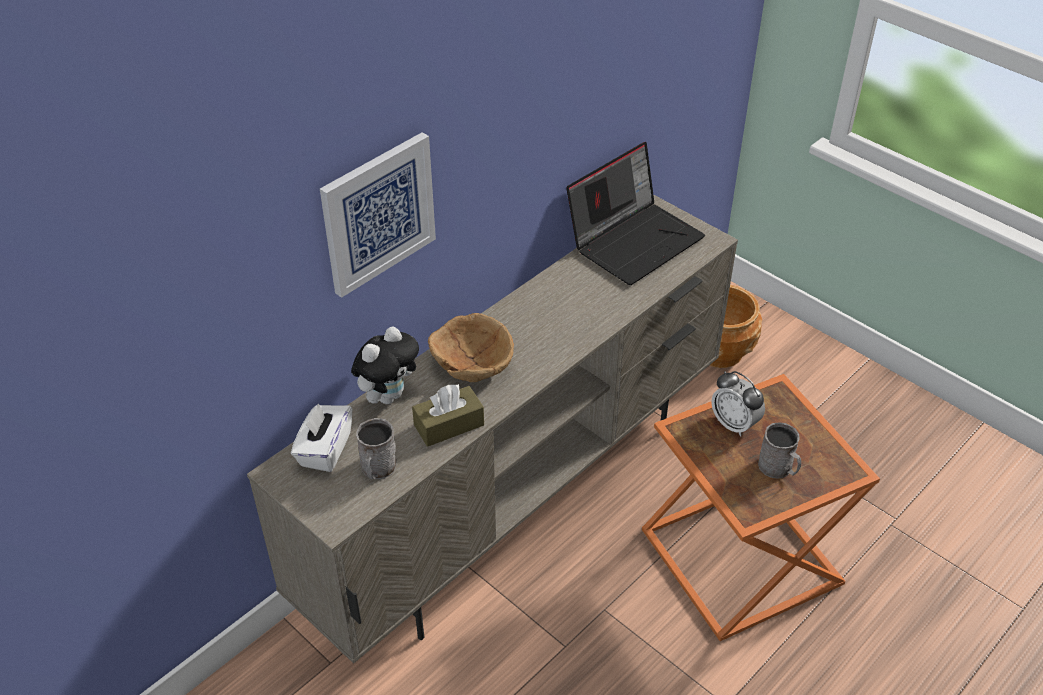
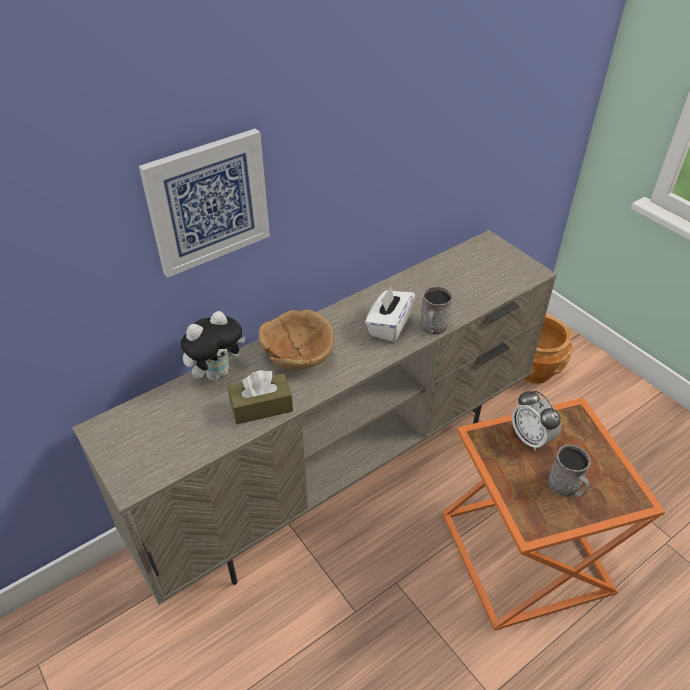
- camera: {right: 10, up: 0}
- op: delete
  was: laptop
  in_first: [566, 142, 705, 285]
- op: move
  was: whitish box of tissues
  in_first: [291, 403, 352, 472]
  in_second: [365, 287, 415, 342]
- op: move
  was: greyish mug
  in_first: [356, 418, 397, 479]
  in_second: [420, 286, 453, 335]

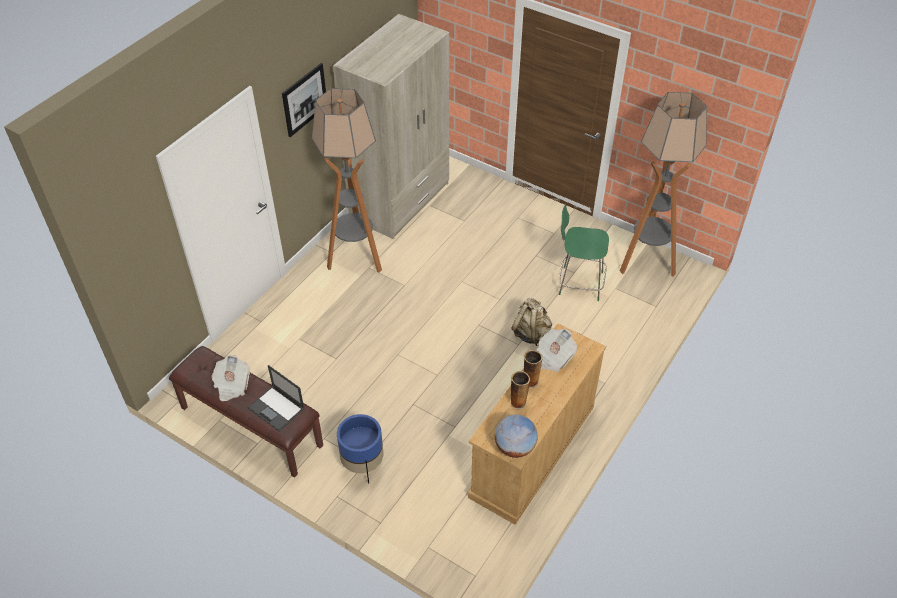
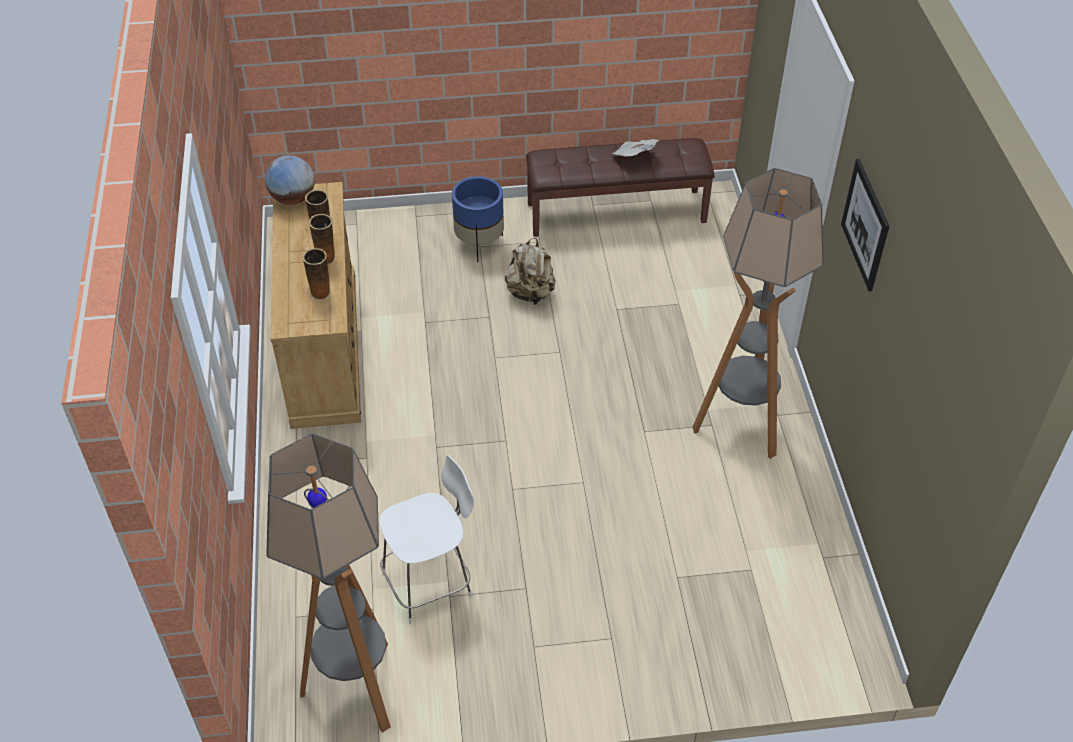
- camera: {right: 140, up: 0}
- op: delete
  was: beige-coloured wardrobe
  in_first: [333, 14, 449, 239]
- op: recolor
  was: greenish upright chair
  now: whitish upright chair
  in_first: [559, 203, 609, 301]
  in_second: [379, 455, 474, 624]
- op: move
  was: beige-coloured backpack
  in_first: [511, 298, 552, 346]
  in_second: [505, 238, 555, 305]
- op: replace
  was: printed paper
  now: vase
  in_first: [536, 329, 577, 372]
  in_second: [303, 248, 331, 300]
- op: delete
  was: laptop
  in_first: [248, 365, 305, 432]

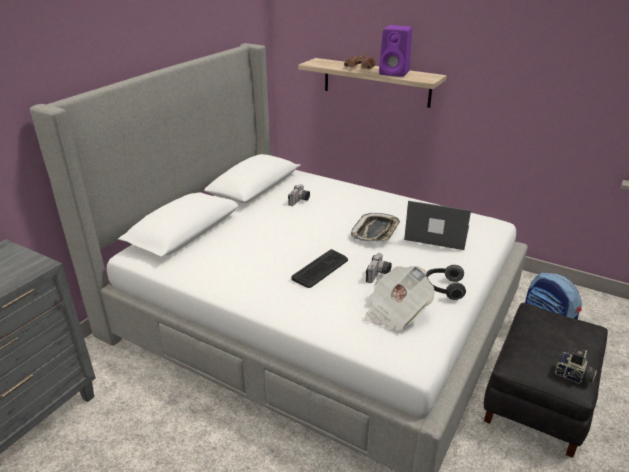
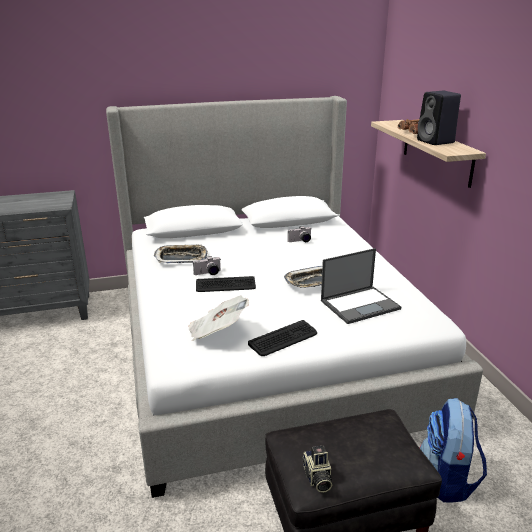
- camera: {right: 45, up: -5}
- op: recolor
  was: purple-coloured loudspeaker
  now: blackish loudspeaker
  in_first: [379, 25, 412, 77]
  in_second: [417, 91, 461, 145]
- op: rotate
  was: laptop
  in_first: [404, 201, 471, 250]
  in_second: [321, 248, 401, 324]
  clockwise: 90
- op: move
  was: photo camera
  in_first: [366, 253, 392, 283]
  in_second: [193, 256, 221, 275]
- op: replace
  was: pair of headphones
  now: keyboard
  in_first: [426, 265, 466, 300]
  in_second: [248, 320, 317, 356]
- op: insert
  now: serving tray
  in_second: [154, 244, 208, 263]

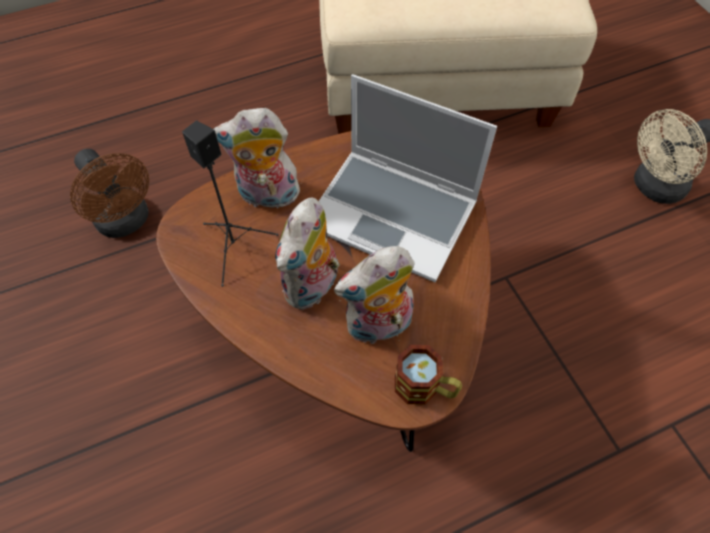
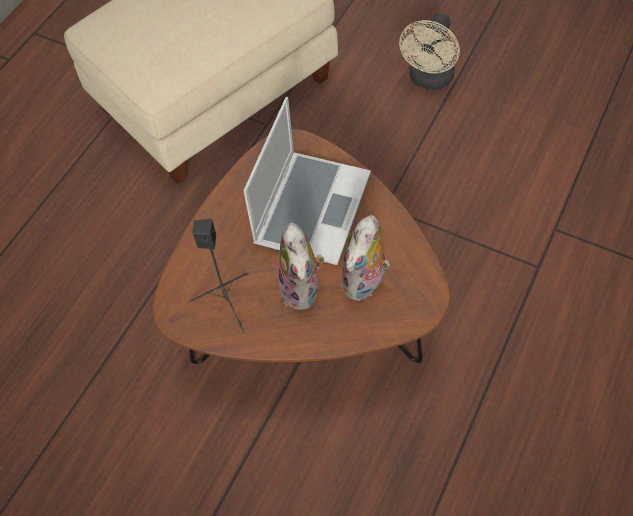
- camera: {right: -35, up: 0}
- op: rotate
  was: laptop
  in_first: [319, 74, 497, 282]
  in_second: [243, 97, 371, 265]
  clockwise: -60
- op: delete
  was: soft toy
  in_first: [214, 108, 300, 208]
- op: delete
  was: brown-coloured electric fan
  in_first: [70, 149, 149, 238]
- op: delete
  was: mug
  in_first: [395, 345, 462, 405]

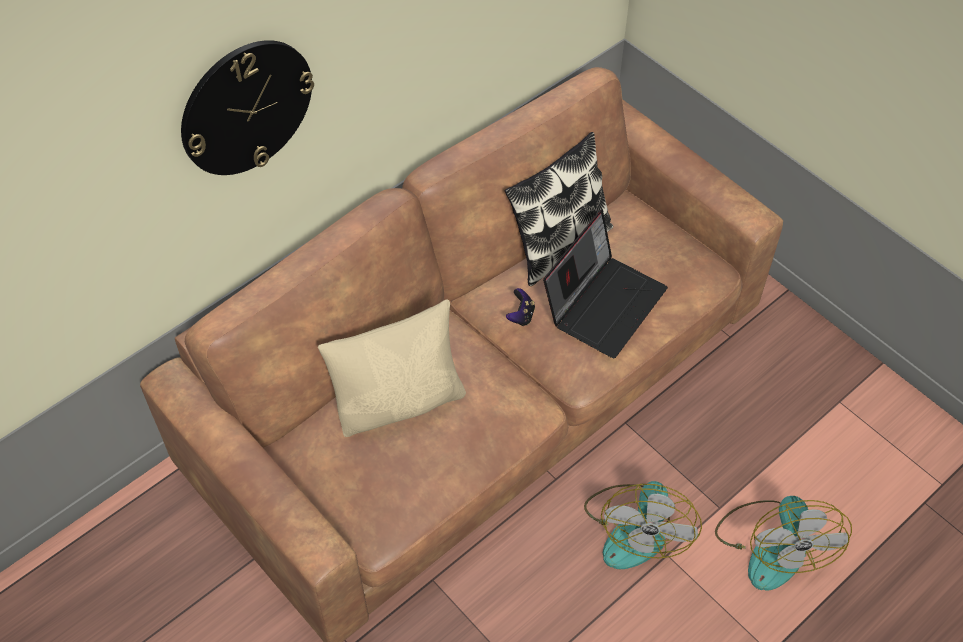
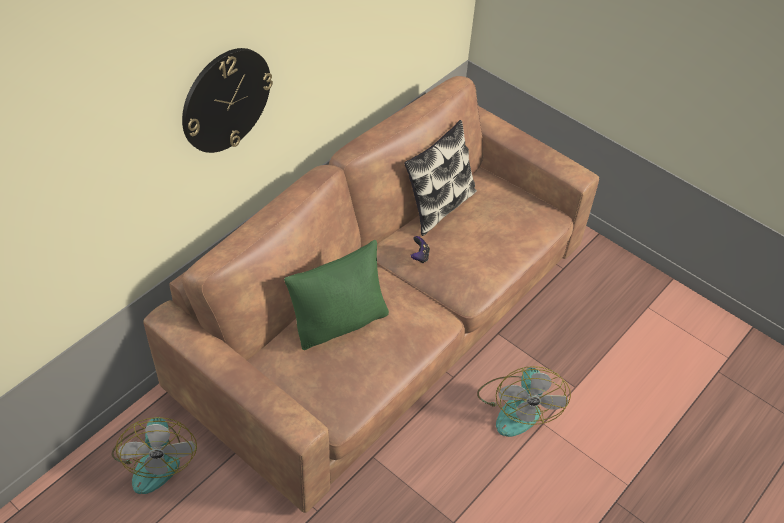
- camera: {right: -10, up: -5}
- op: delete
  was: laptop
  in_first: [543, 210, 668, 358]
- op: recolor
  was: beige-coloured cushion
  now: greenish cushion
  in_first: [318, 299, 466, 437]
  in_second: [284, 240, 389, 350]
- op: move
  was: electric fan
  in_first: [715, 496, 852, 591]
  in_second: [112, 417, 197, 494]

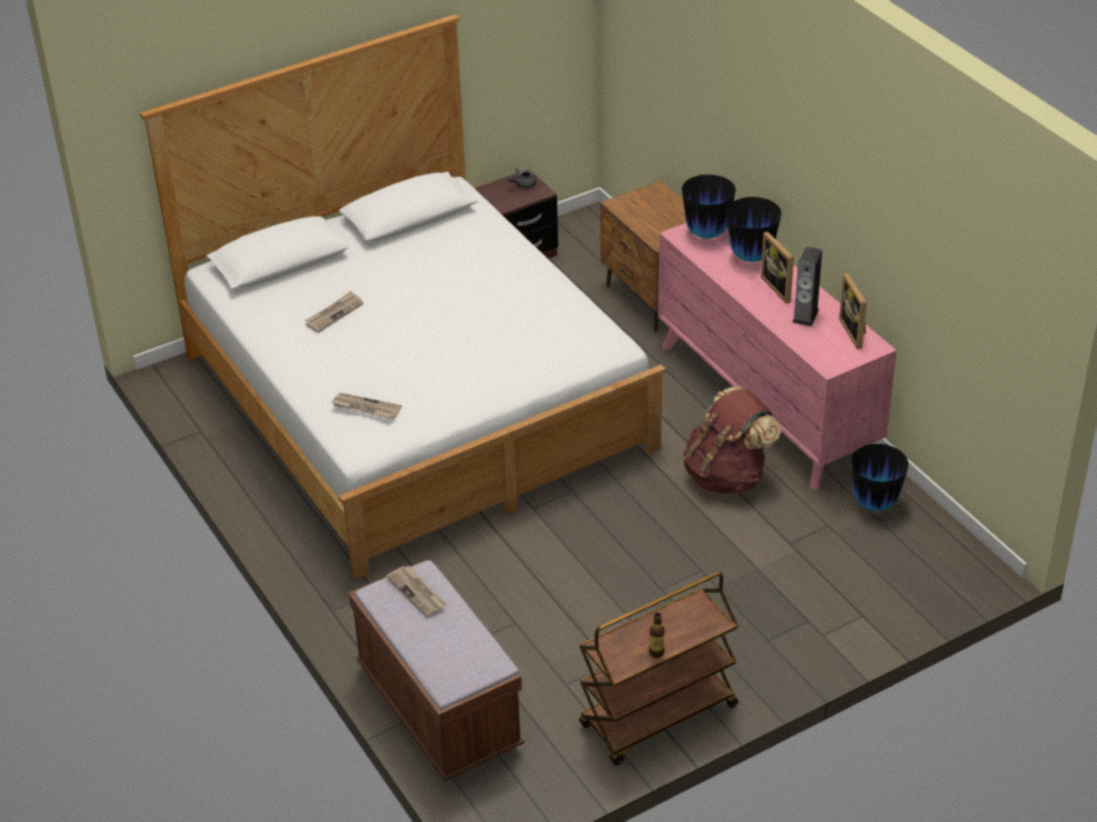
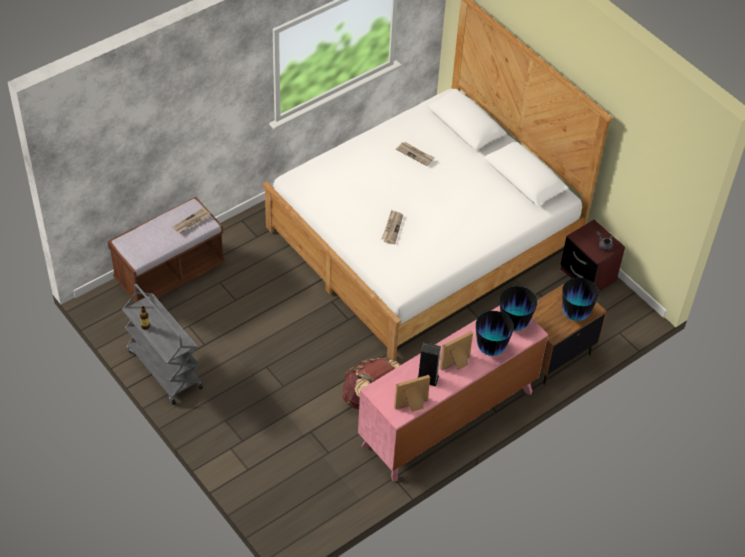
- camera: {right: 80, up: 10}
- op: move
  was: printed paper
  in_first: [331, 393, 402, 419]
  in_second: [382, 210, 403, 244]
- op: move
  was: vase
  in_first: [851, 444, 909, 511]
  in_second: [562, 278, 599, 321]
- op: recolor
  was: brown-coloured cart
  now: greyish cart
  in_first: [579, 572, 738, 765]
  in_second: [122, 284, 203, 405]

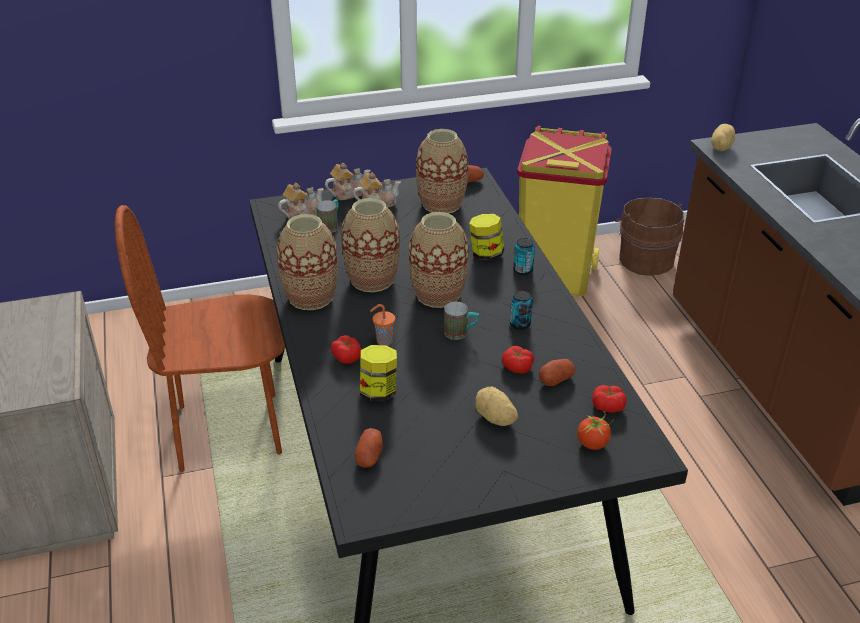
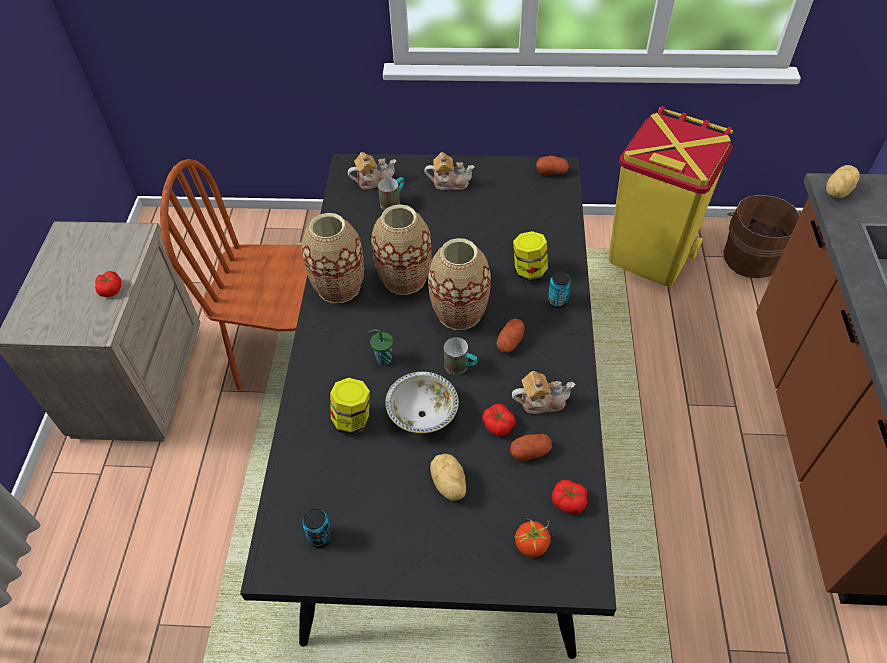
- camera: {right: 20, up: 15}
- op: delete
  was: vase
  in_first: [416, 129, 468, 214]
- op: move
  was: teapot
  in_first: [325, 163, 370, 200]
  in_second: [512, 371, 575, 414]
- op: move
  was: metal can
  in_first: [510, 290, 533, 330]
  in_second: [302, 509, 333, 548]
- op: recolor
  was: orangey drinking cup
  now: greenish drinking cup
  in_first: [370, 304, 395, 346]
  in_second: [369, 329, 393, 365]
- op: move
  was: whole tomato
  in_first: [331, 335, 362, 364]
  in_second: [95, 271, 121, 297]
- op: move
  was: potato
  in_first: [355, 428, 383, 468]
  in_second: [496, 318, 525, 353]
- op: insert
  now: deep dish
  in_second: [385, 372, 459, 433]

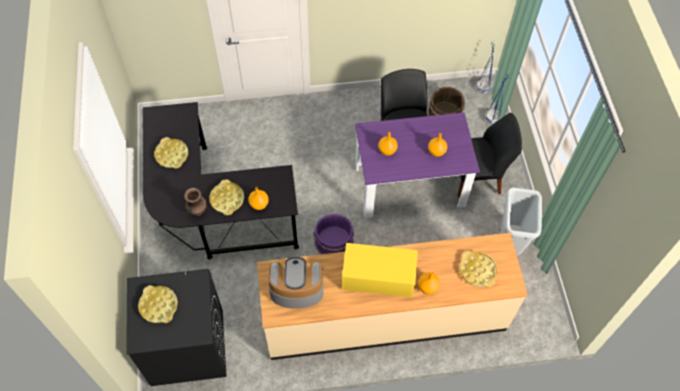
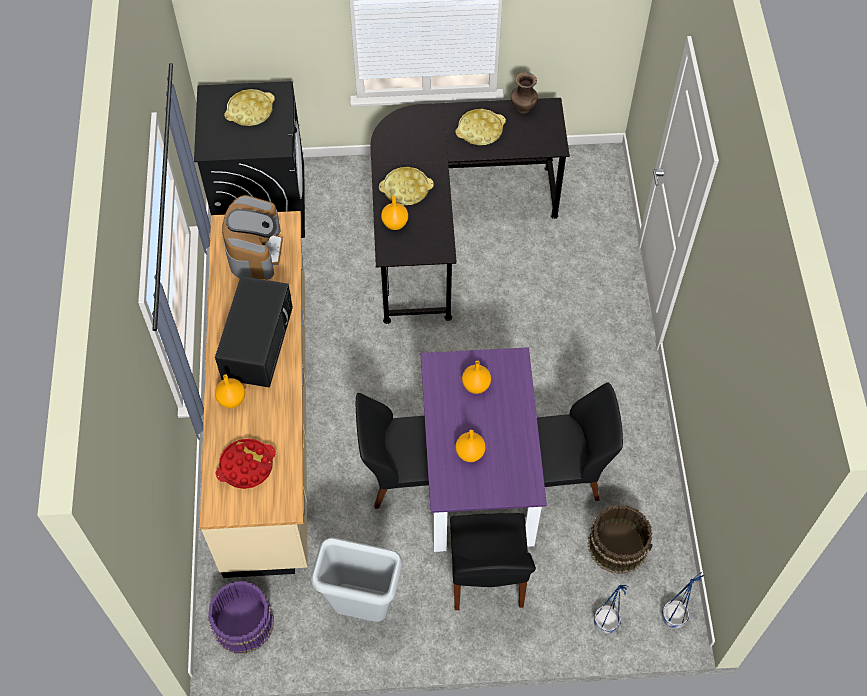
- camera: {right: 95, up: 0}
- op: move
  was: brown-coloured vase
  in_first: [184, 188, 207, 216]
  in_second: [511, 72, 538, 114]
- op: move
  was: purple-coloured pail
  in_first: [313, 214, 354, 254]
  in_second: [208, 581, 274, 654]
- op: recolor
  was: yellow-coloured kitchen microwave
  now: blackish kitchen microwave
  in_first: [342, 243, 418, 297]
  in_second: [215, 276, 293, 388]
- op: recolor
  was: yellow-coloured serving tray
  now: reddish serving tray
  in_first: [460, 251, 497, 287]
  in_second: [215, 439, 276, 489]
- op: insert
  now: blackish upright chair
  in_second: [356, 393, 429, 509]

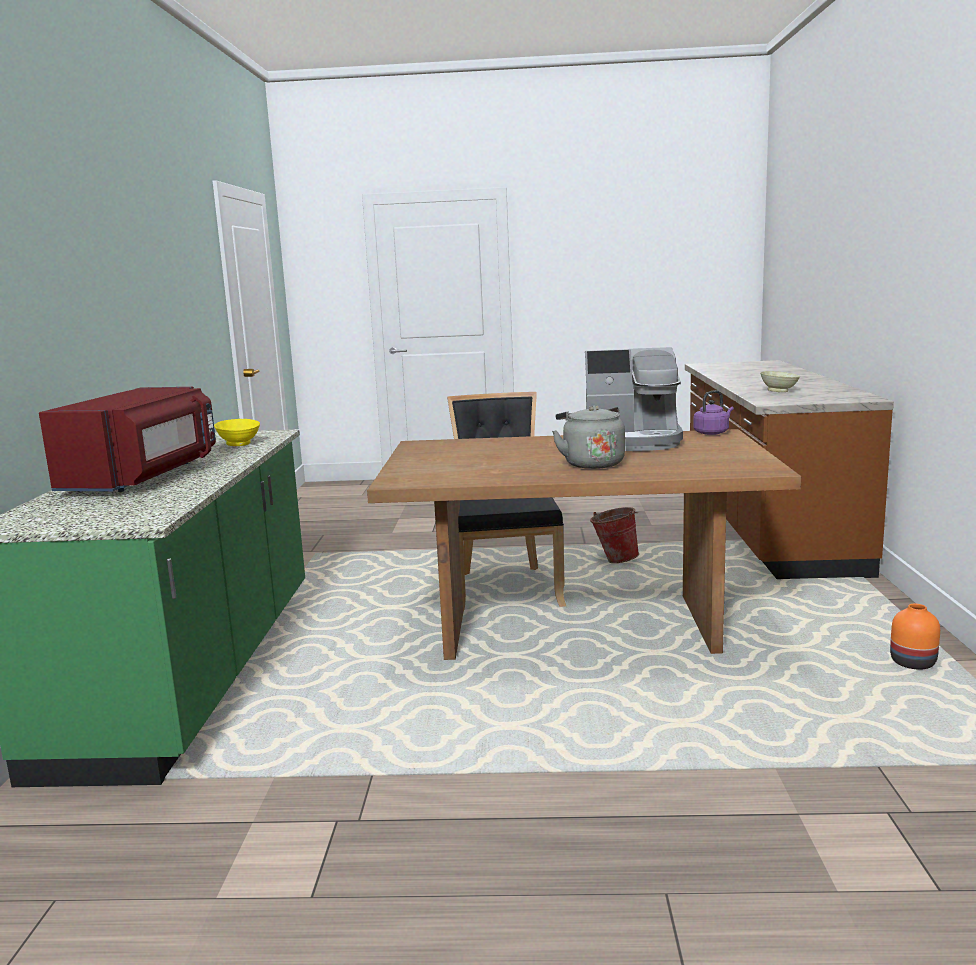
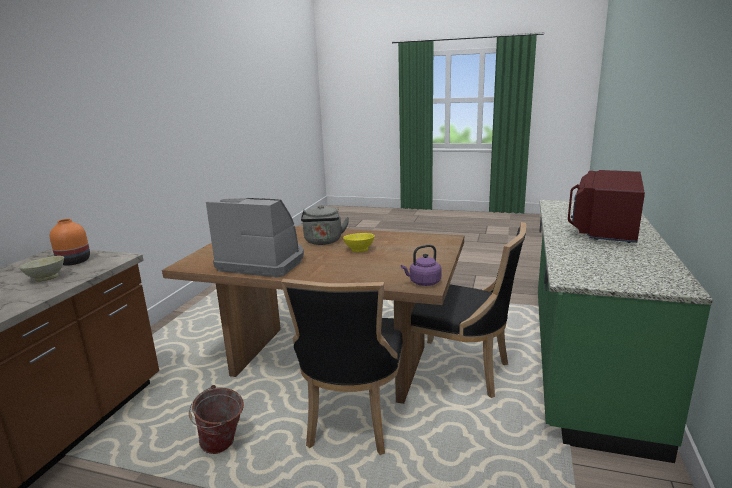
- camera: {right: -165, up: 5}
- op: move
  was: purple-coloured tea kettle
  in_first: [693, 390, 734, 435]
  in_second: [401, 245, 441, 286]
- op: move
  was: yellow-coloured deep dish
  in_first: [214, 419, 260, 446]
  in_second: [343, 233, 375, 252]
- op: move
  was: orangey vase
  in_first: [890, 604, 940, 670]
  in_second: [50, 219, 90, 266]
- op: insert
  now: blackish upright chair
  in_second: [411, 222, 526, 398]

